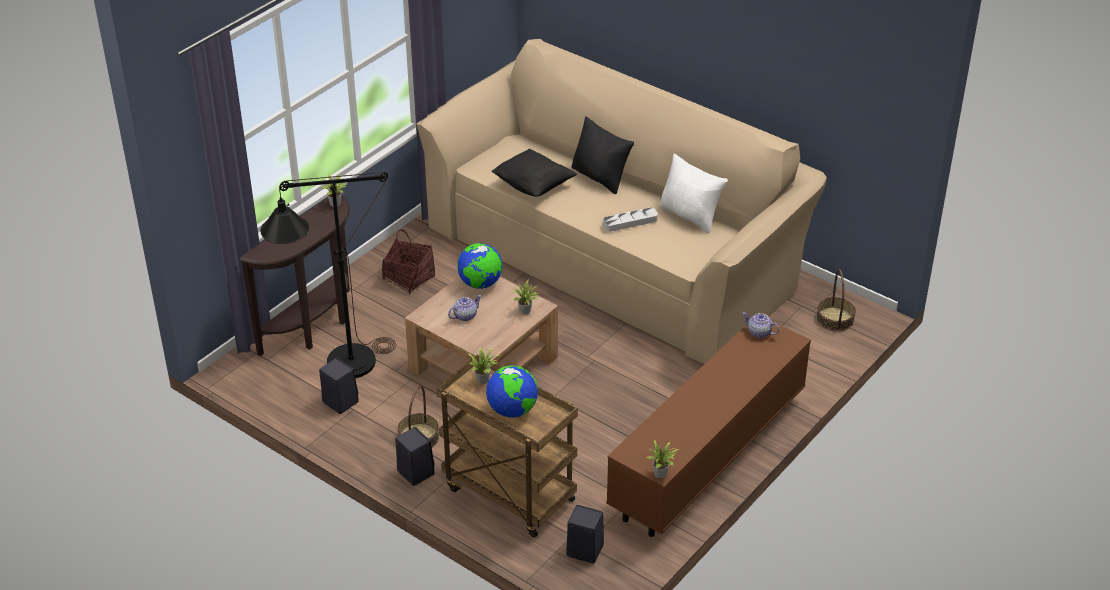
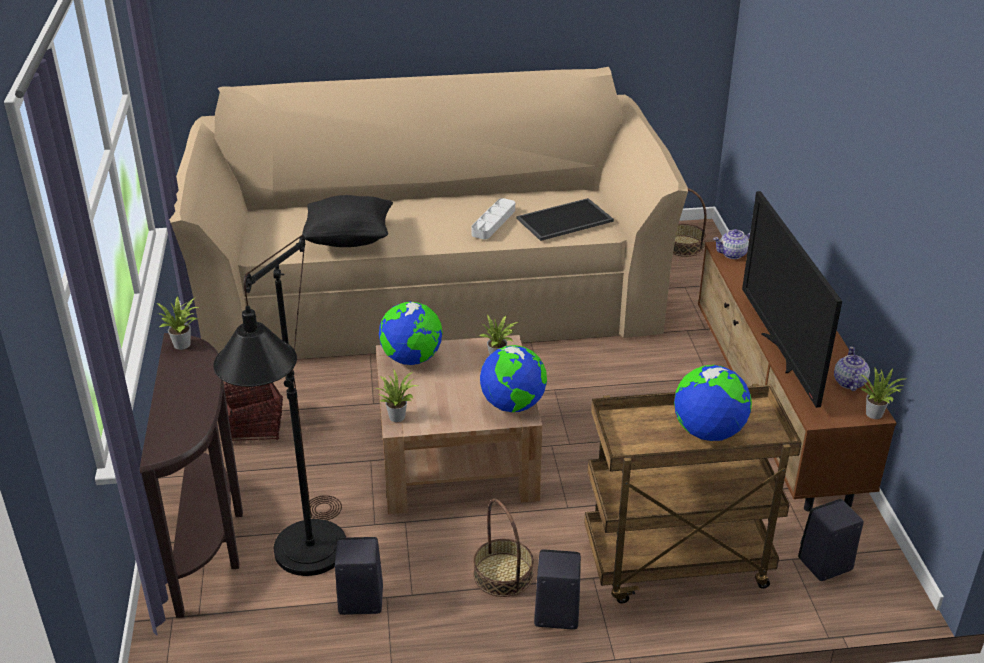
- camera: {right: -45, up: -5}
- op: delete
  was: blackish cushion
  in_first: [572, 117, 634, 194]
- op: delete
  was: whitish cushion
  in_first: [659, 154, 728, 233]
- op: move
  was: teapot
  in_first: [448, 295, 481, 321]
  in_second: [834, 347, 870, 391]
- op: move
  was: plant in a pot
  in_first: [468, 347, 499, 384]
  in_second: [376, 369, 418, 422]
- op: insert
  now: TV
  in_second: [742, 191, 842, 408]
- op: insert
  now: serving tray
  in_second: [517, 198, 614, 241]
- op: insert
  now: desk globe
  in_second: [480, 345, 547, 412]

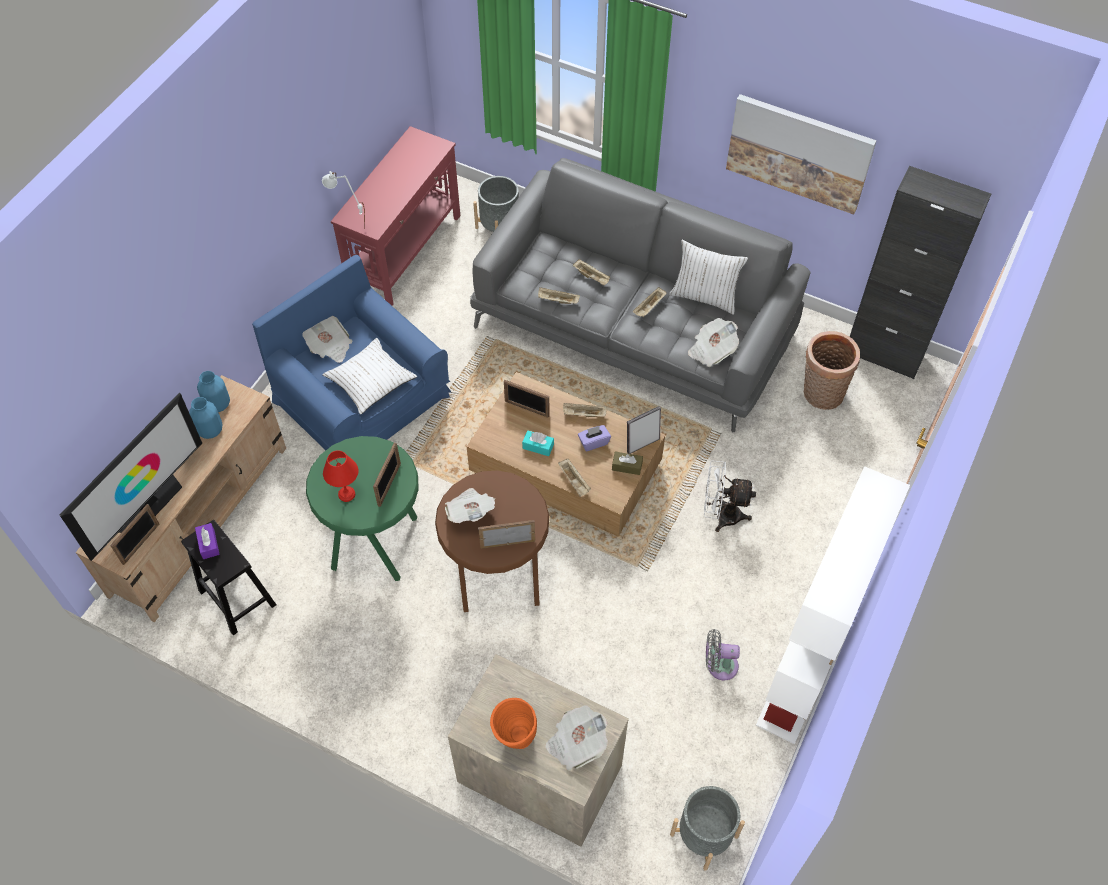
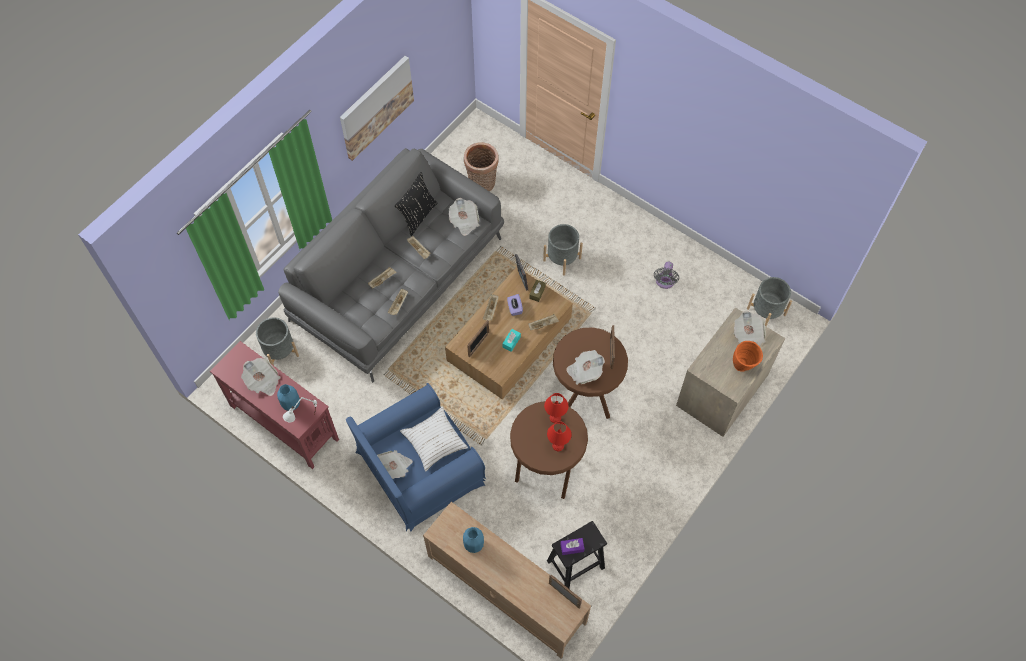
- camera: {right: -80, up: 5}
- op: delete
  was: blackish cabinet
  in_first: [850, 166, 991, 380]
- op: recolor
  was: whitish cushion
  now: blackish cushion
  in_first: [669, 239, 748, 315]
  in_second: [394, 172, 438, 236]
- op: move
  was: blue-coloured vase
  in_first: [197, 371, 230, 412]
  in_second: [277, 384, 300, 411]
- op: delete
  was: TV
  in_first: [60, 393, 202, 561]
- op: recolor
  was: greenish sitting stool
  now: brown-coloured sitting stool
  in_first: [306, 436, 419, 581]
  in_second: [510, 401, 588, 499]
- op: replace
  was: standing frame
  now: reddish lamp for a table
  in_first: [373, 442, 401, 507]
  in_second: [544, 393, 568, 423]
- op: replace
  was: whitish electric fan
  now: greyish plant pot
  in_first: [704, 460, 756, 532]
  in_second: [543, 224, 583, 276]
- op: delete
  was: whitish bookshelf
  in_first: [756, 466, 910, 744]
- op: insert
  now: printed paper
  in_second: [241, 358, 280, 396]

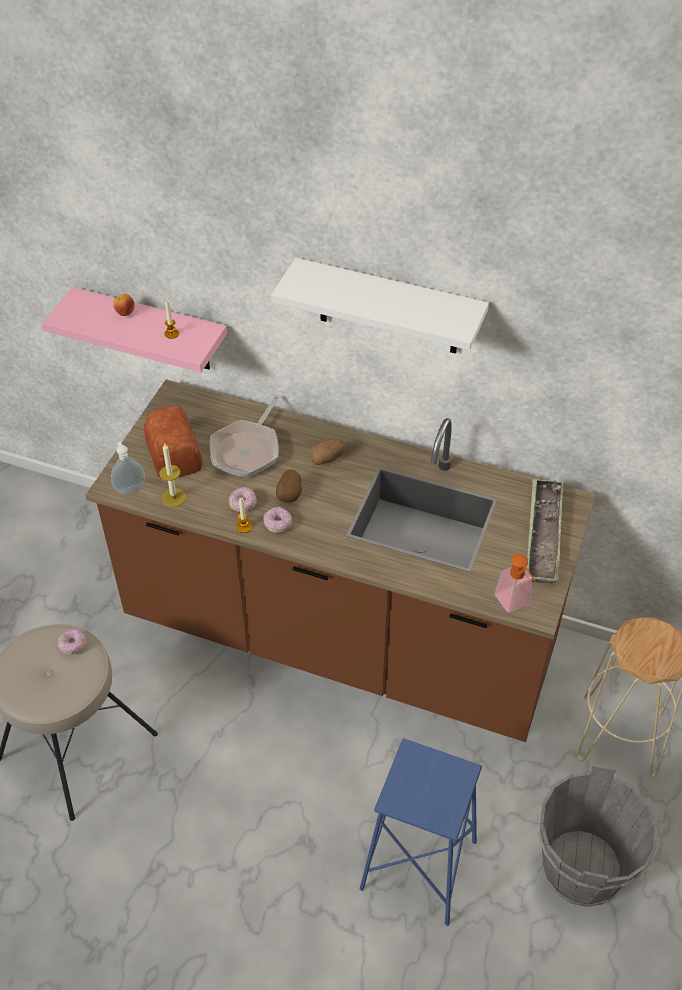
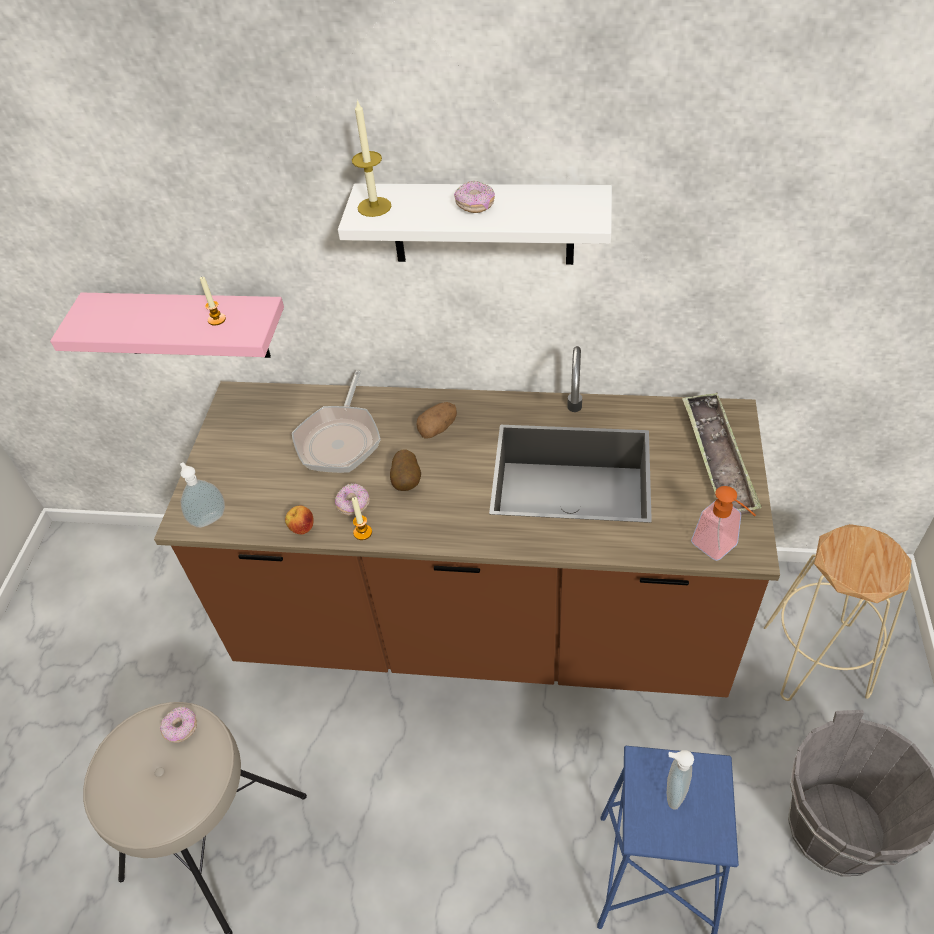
- camera: {right: -10, up: 0}
- op: move
  was: apple fruit
  in_first: [113, 294, 134, 316]
  in_second: [285, 505, 313, 535]
- op: delete
  was: bakery bread
  in_first: [144, 406, 203, 480]
- op: move
  was: wax light
  in_first: [159, 444, 186, 507]
  in_second: [352, 100, 391, 217]
- op: move
  was: doughnut
  in_first: [263, 507, 292, 533]
  in_second: [454, 180, 495, 213]
- op: insert
  now: soap dispenser
  in_second: [667, 750, 694, 810]

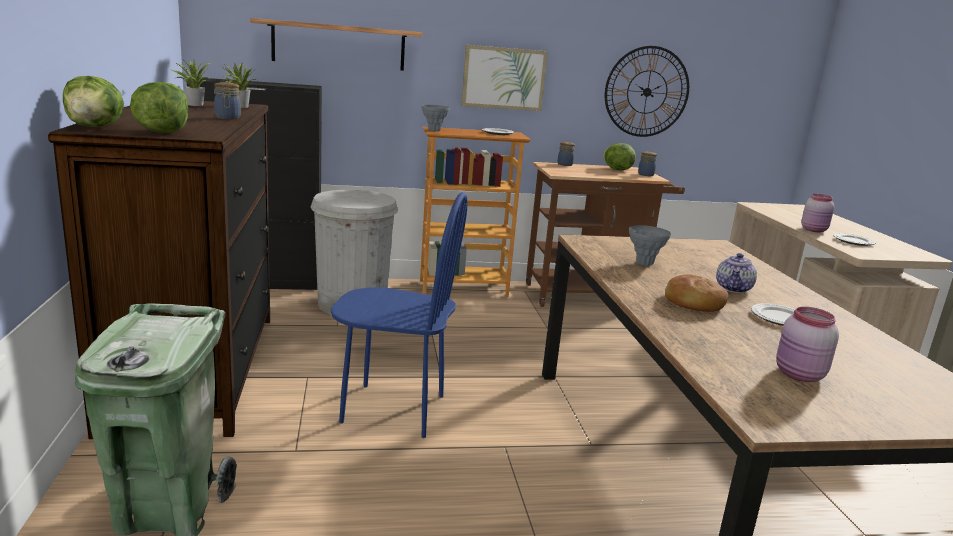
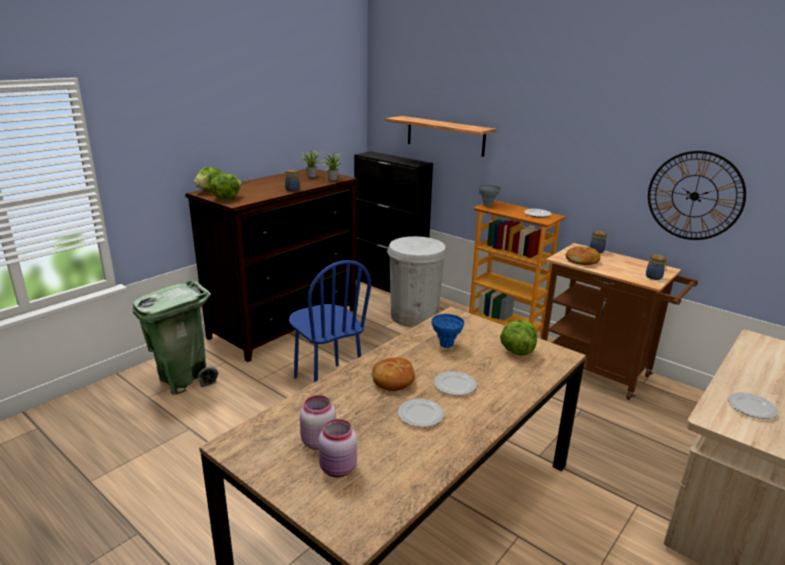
- camera: {right: 50, up: 5}
- op: delete
  was: wall art
  in_first: [462, 45, 548, 111]
- op: move
  was: head of lettuce
  in_first: [603, 143, 636, 170]
  in_second: [500, 320, 537, 355]
- op: move
  was: pink storage jar
  in_first: [801, 194, 834, 232]
  in_second: [318, 419, 357, 478]
- op: recolor
  was: greyish vase
  now: blue-coloured vase
  in_first: [629, 225, 671, 266]
  in_second: [432, 314, 464, 348]
- op: replace
  was: teapot
  now: flat dish
  in_first: [716, 253, 757, 293]
  in_second: [434, 371, 477, 396]
- op: insert
  now: bakery bread
  in_second: [566, 247, 600, 265]

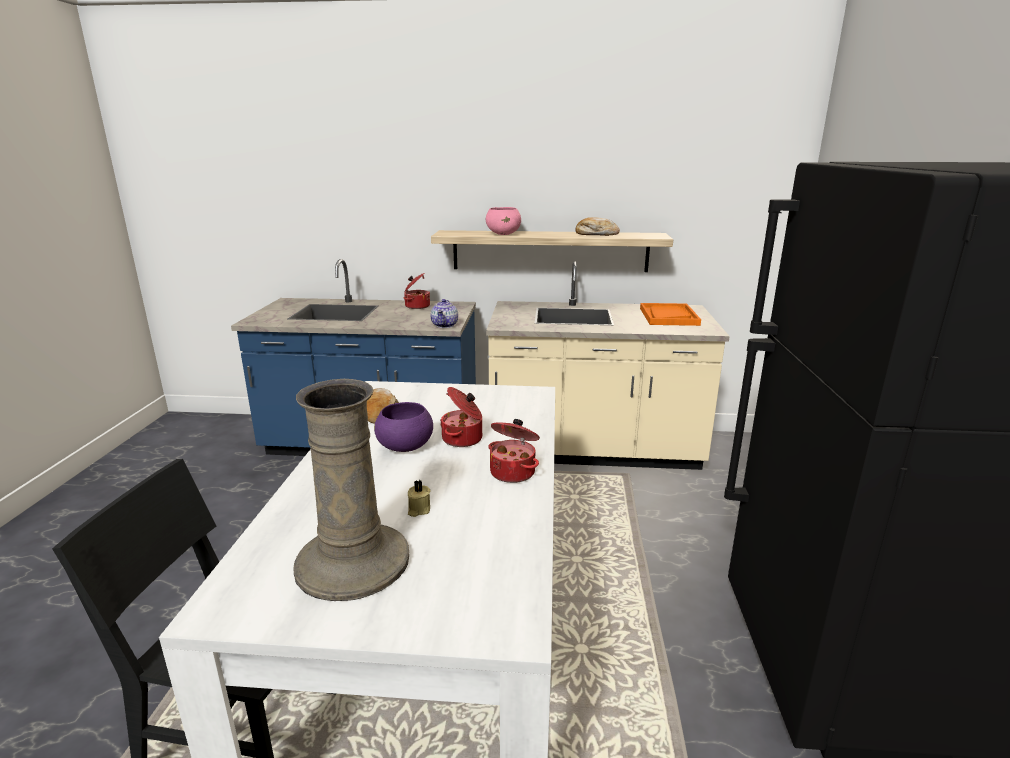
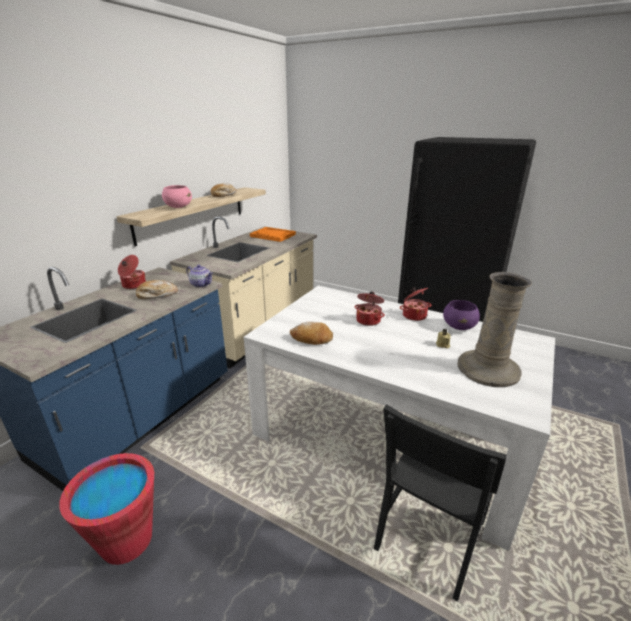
- camera: {right: -65, up: 5}
- op: move
  was: purple-coloured deep dish
  in_first: [374, 402, 433, 452]
  in_second: [443, 300, 480, 330]
- op: insert
  now: bakery bread
  in_second: [136, 280, 178, 299]
- op: insert
  now: reddish pail
  in_second: [59, 453, 154, 565]

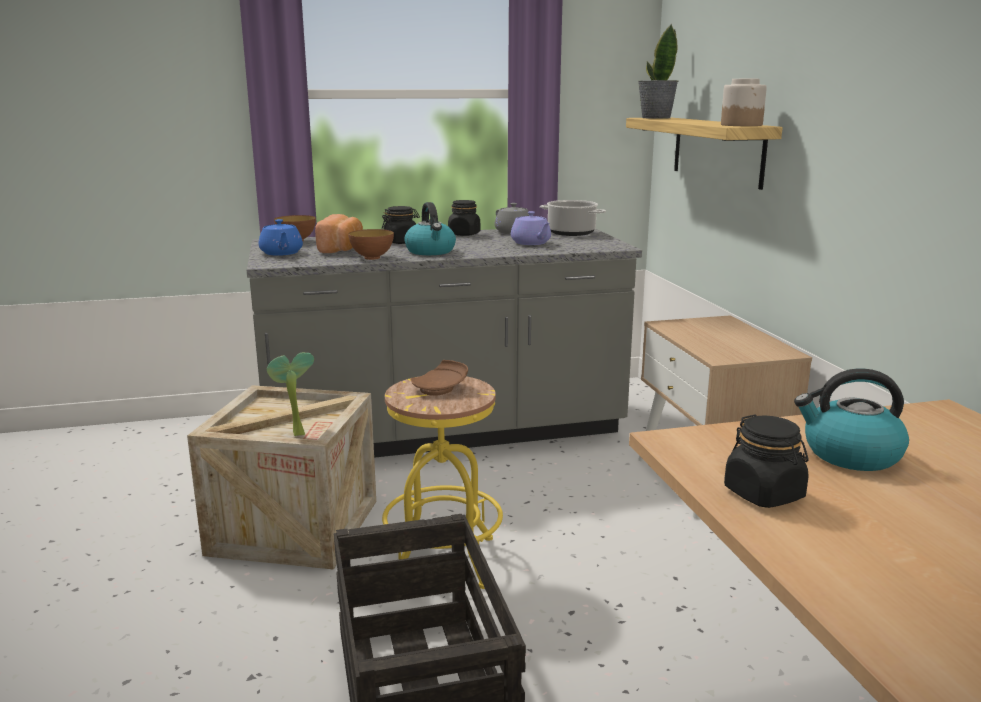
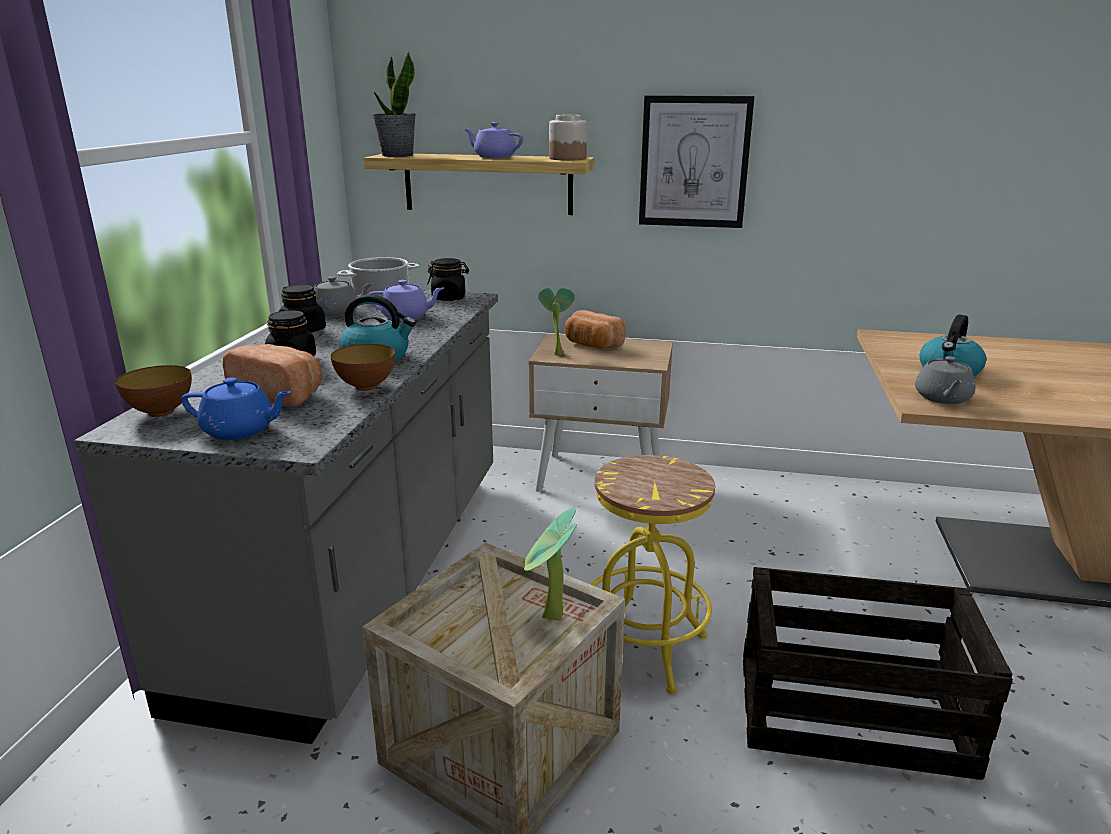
- camera: {right: -65, up: 5}
- op: delete
  was: brown-coloured flat dish
  in_first: [410, 360, 468, 396]
- op: move
  was: blackish storage jar
  in_first: [724, 415, 809, 508]
  in_second: [427, 258, 469, 301]
- op: insert
  now: wall art
  in_second: [639, 95, 754, 228]
- op: insert
  now: purple-coloured teapot
  in_second: [464, 122, 523, 158]
- op: insert
  now: plant in a pot
  in_second: [538, 288, 575, 355]
- op: insert
  now: bakery bread
  in_second: [565, 310, 626, 348]
- op: insert
  now: greyish teapot
  in_second: [915, 356, 975, 404]

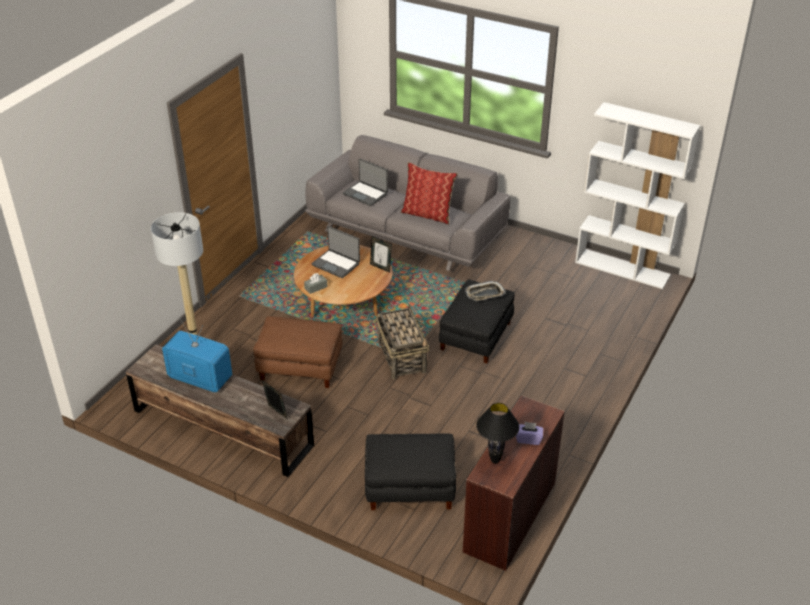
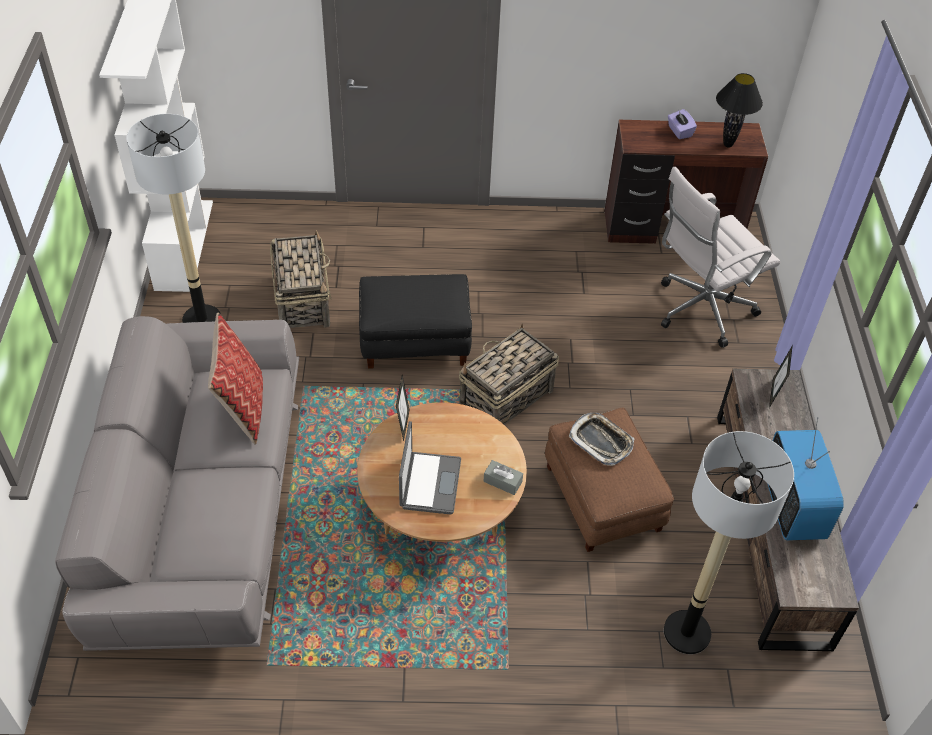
- camera: {right: -120, up: 10}
- op: delete
  was: laptop
  in_first: [343, 158, 388, 206]
- op: move
  was: serving tray
  in_first: [465, 281, 506, 301]
  in_second: [569, 413, 634, 466]
- op: replace
  was: blackish pouffe
  now: whitish computer chair
  in_first: [365, 434, 456, 510]
  in_second: [661, 167, 780, 348]
- op: insert
  now: standing lamp
  in_second: [126, 114, 221, 323]
- op: insert
  now: household basket
  in_second: [270, 230, 331, 328]

